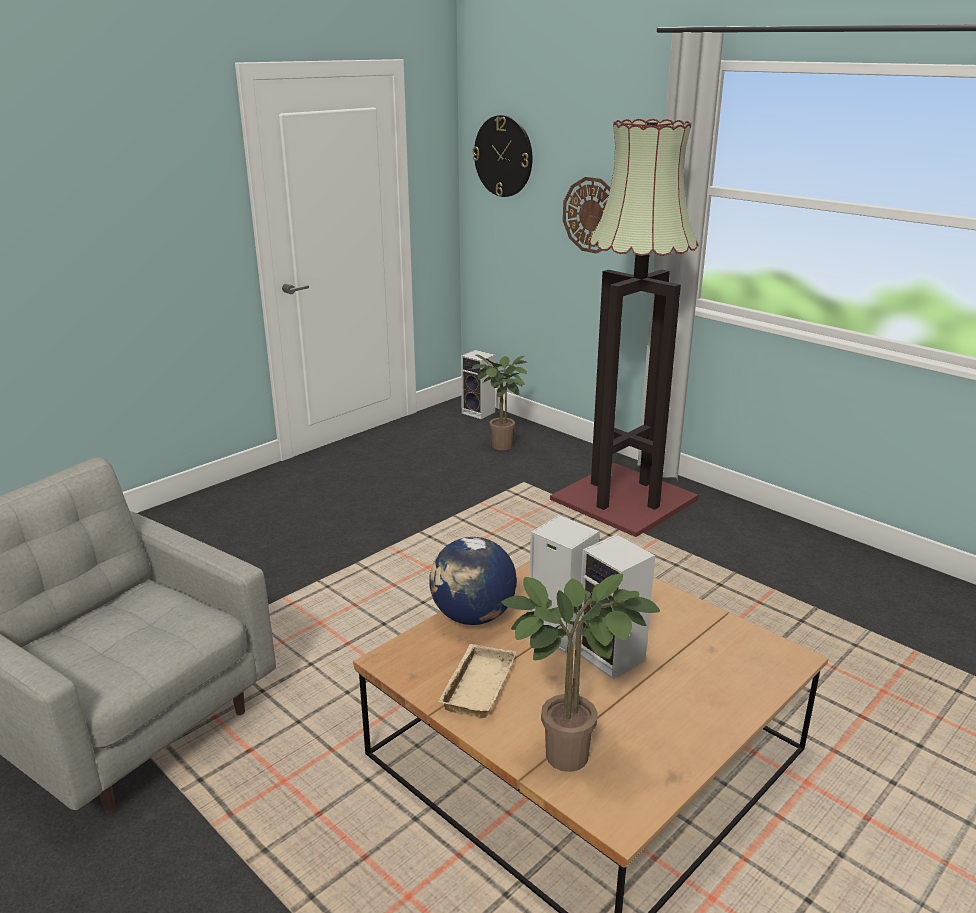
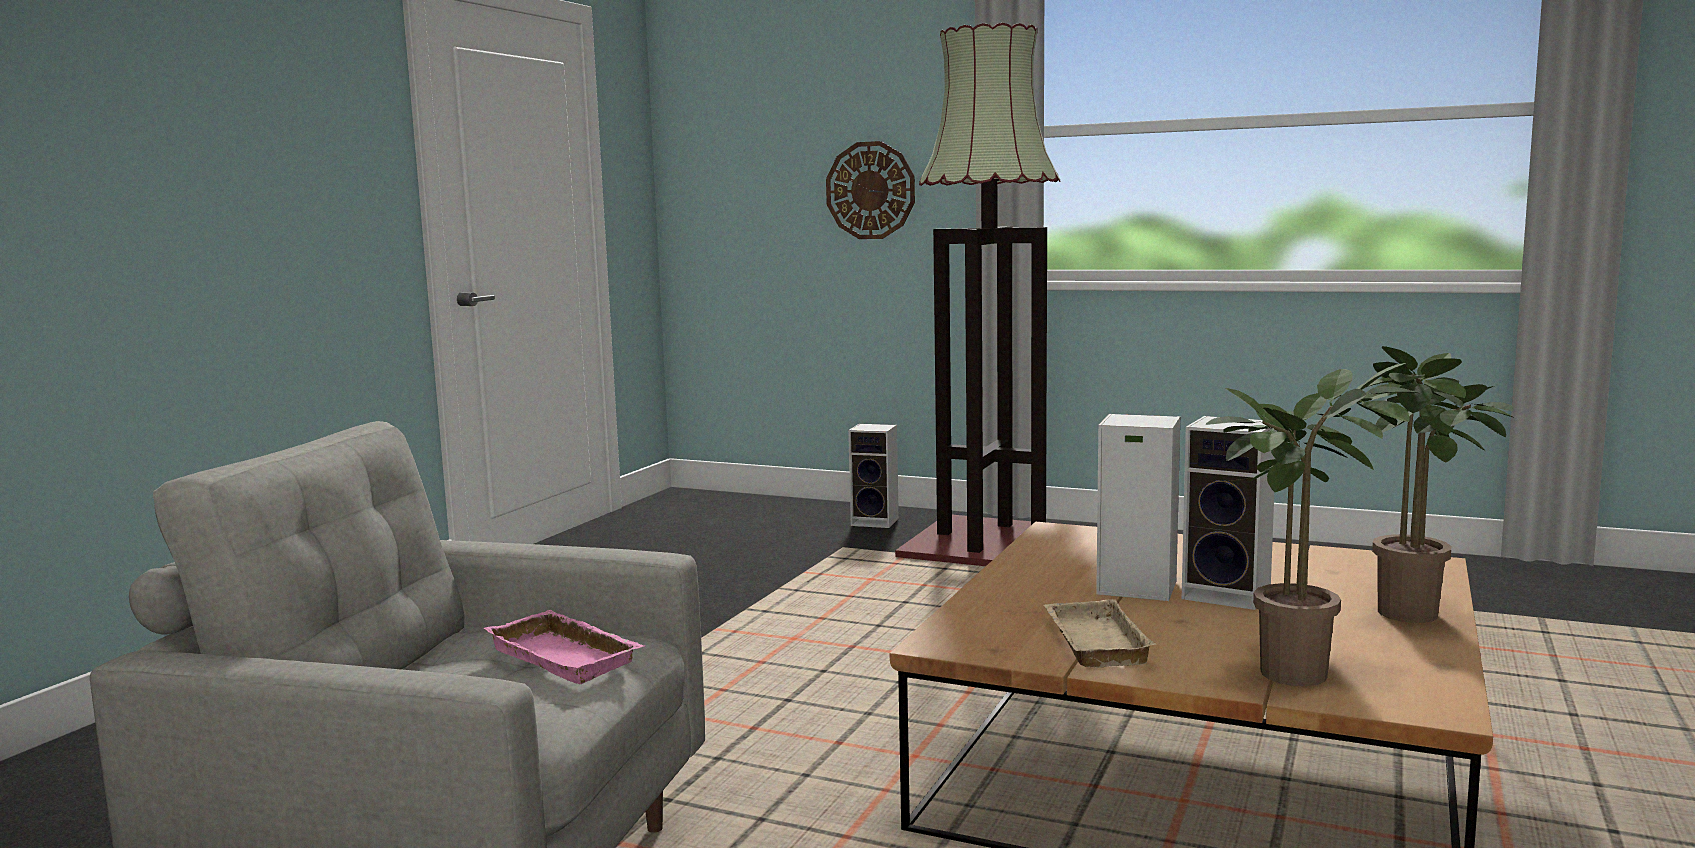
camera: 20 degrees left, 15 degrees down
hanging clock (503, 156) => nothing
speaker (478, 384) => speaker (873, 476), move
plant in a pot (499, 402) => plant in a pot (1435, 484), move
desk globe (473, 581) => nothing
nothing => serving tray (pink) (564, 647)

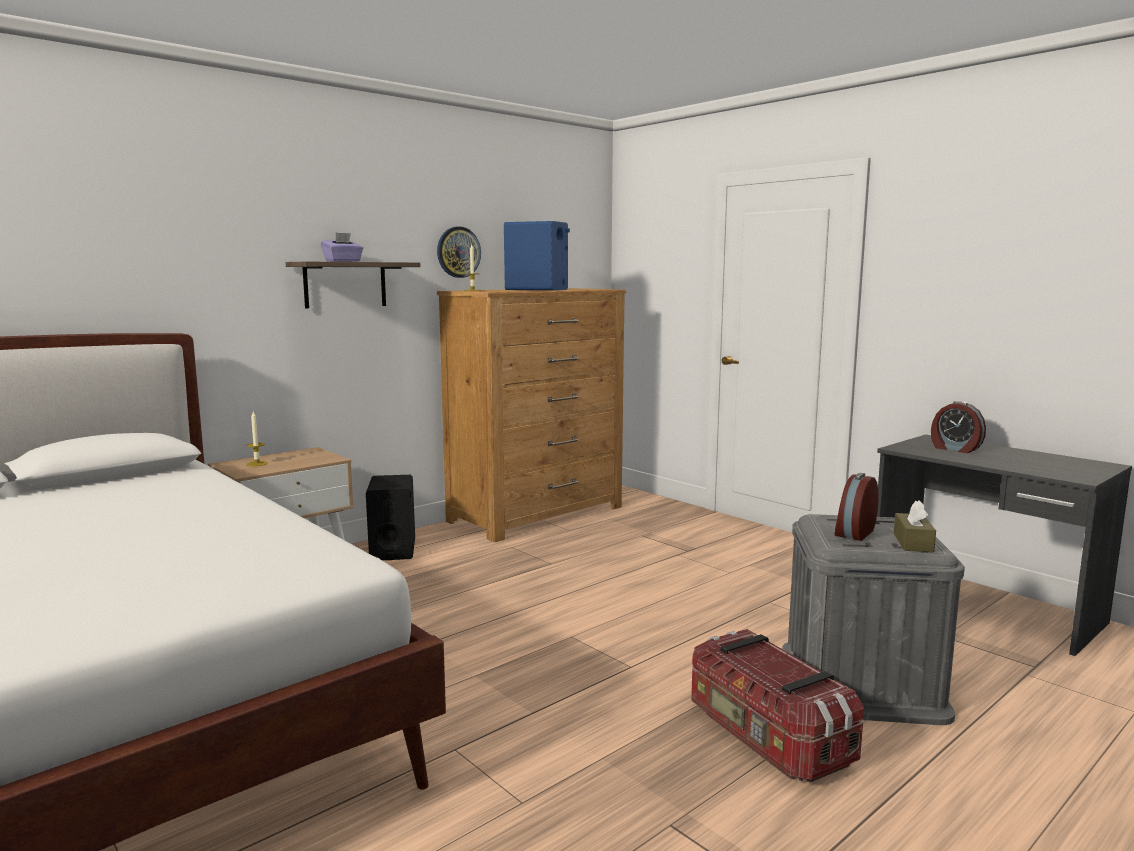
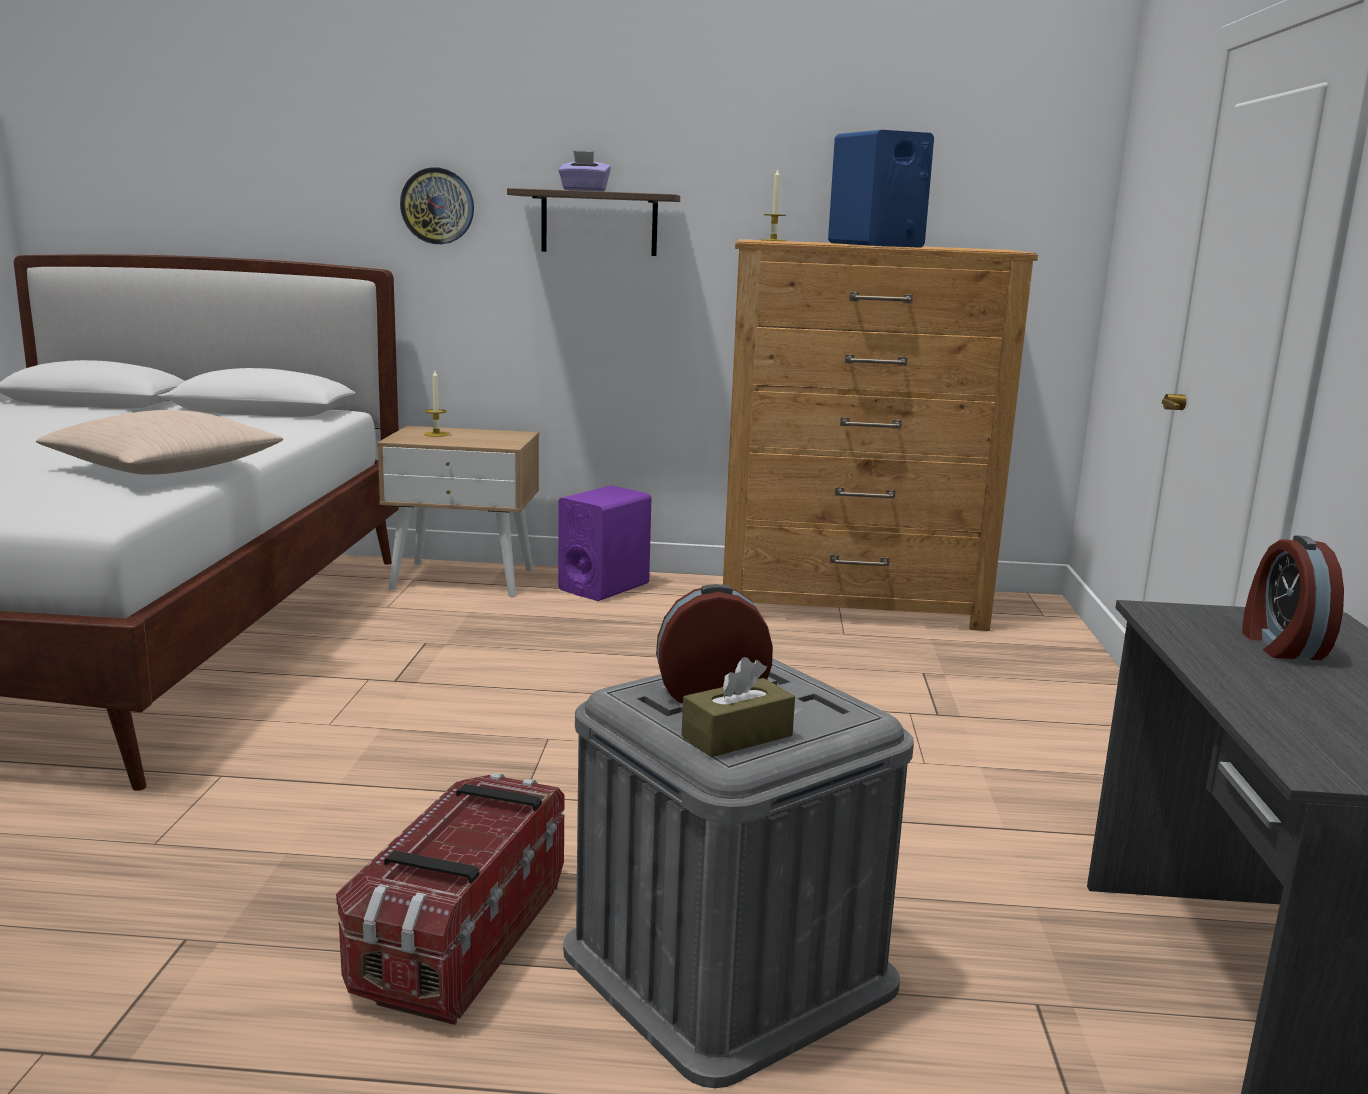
camera: 45 degrees right, 5 degrees up
hanging clock (459, 252) => hanging clock (437, 205), move
speaker (black-coloured) (390, 517) => speaker (purplish) (604, 543)
nothing => cushion (sand-coloured) (159, 442)

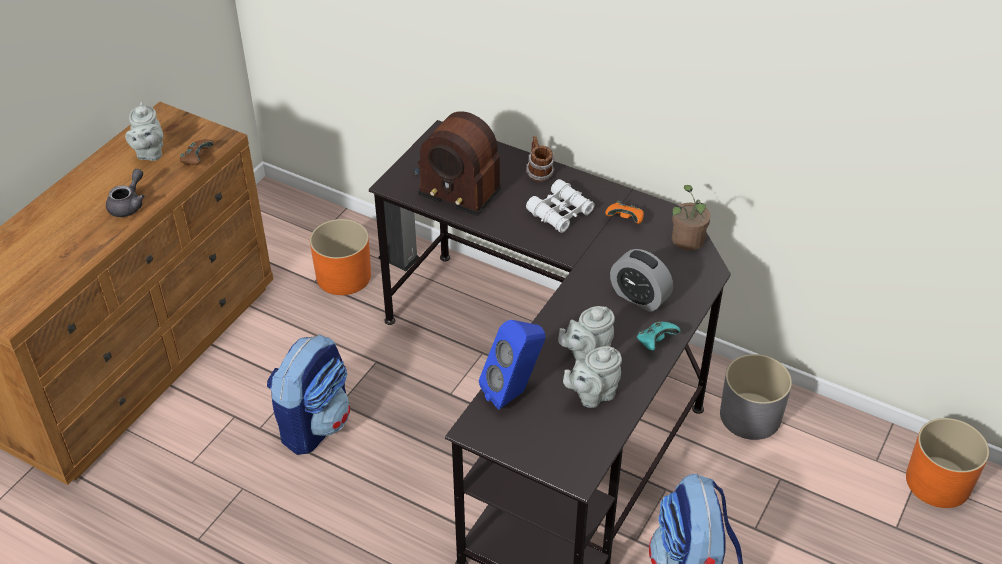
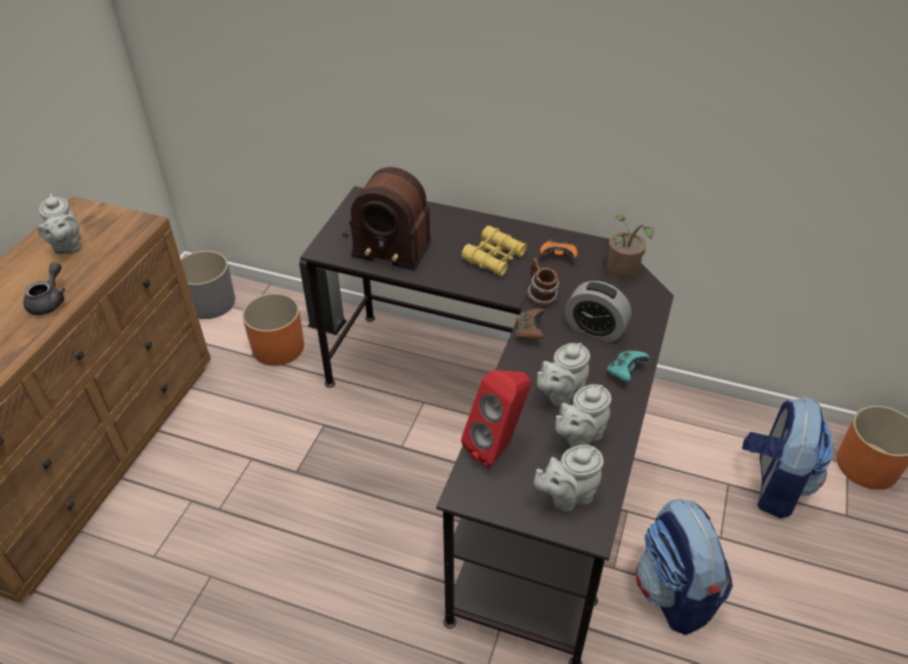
camera: 10 degrees left, 0 degrees up
tea mug (540, 159) => tea mug (543, 282), move
game controller (brownish) (197, 152) => game controller (brownish) (529, 324), move
pair of binoculars (white) (560, 206) => pair of binoculars (yellow-coloured) (494, 251)
speaker (blue) (512, 365) => speaker (red) (496, 419)
knapsack (308, 394) => knapsack (787, 457), move
planter (grey) (756, 397) => planter (grey) (208, 285), move
nothing => pot for tea (grey) (569, 478)

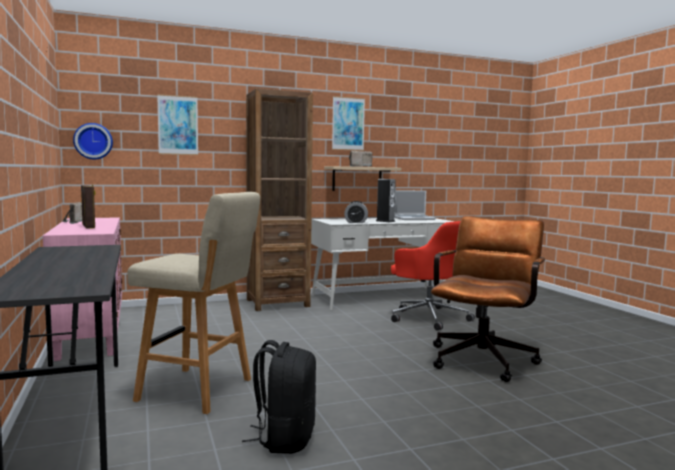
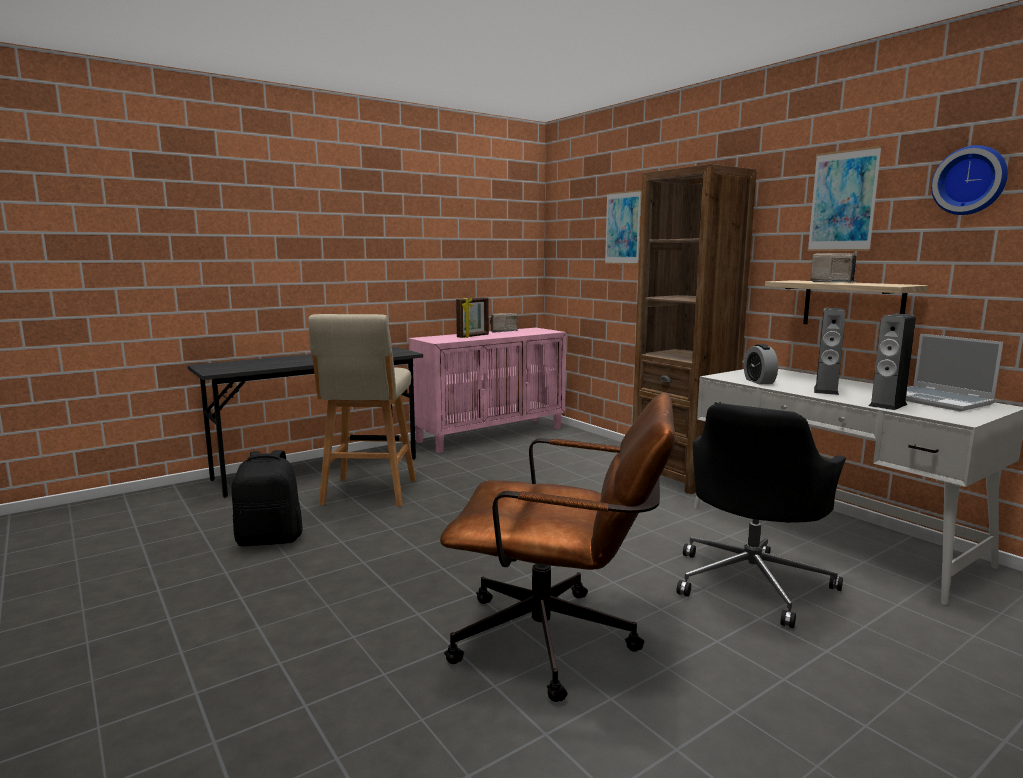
camera: 75 degrees right, 5 degrees up
hanging clock (93, 141) => hanging clock (969, 180), move
computer chair (red) (433, 275) => computer chair (black-coloured) (761, 515)
nothing => speaker (892, 362)

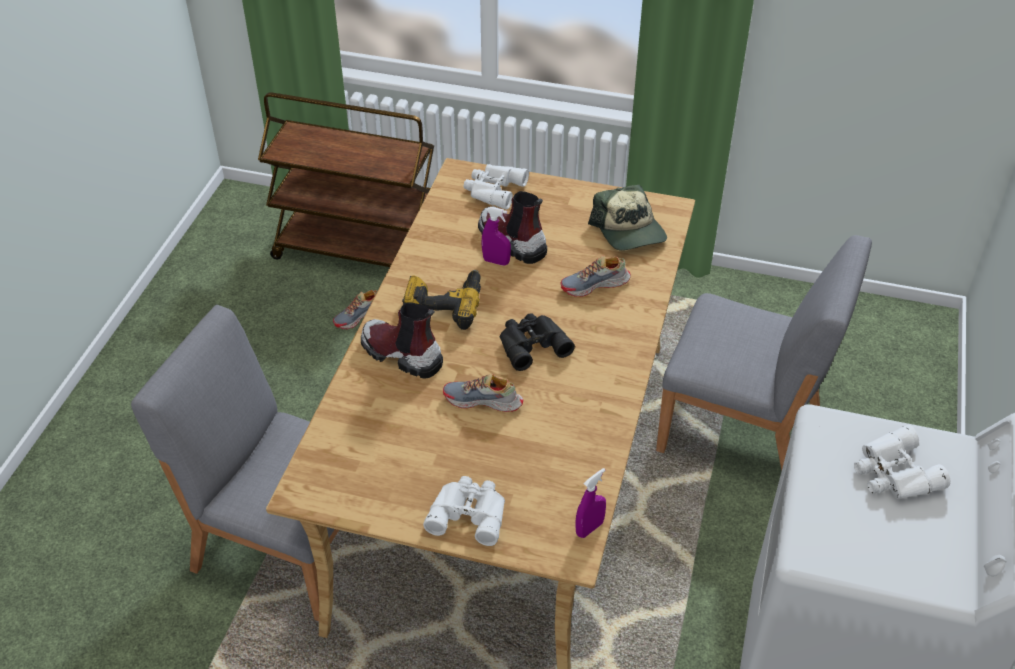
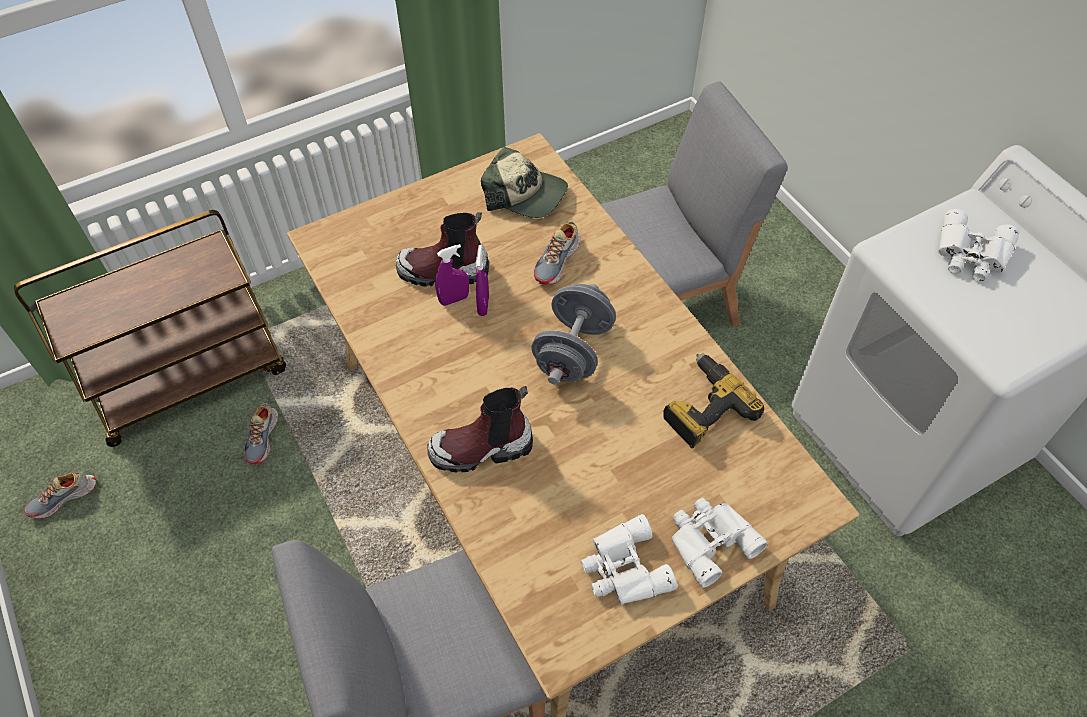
camera: 45 degrees left, 10 degrees up
pair of binoculars (white) (496, 186) => pair of binoculars (white) (629, 559), move
electric drill (441, 300) => electric drill (713, 400), move
pair of binoculars (black-coloured) (537, 342) => dumbbell (grey) (573, 334)
item of footwear (483, 393) => item of footwear (60, 495), move
spray bottle (purplish) (591, 503) => spray bottle (purplish) (482, 280), move

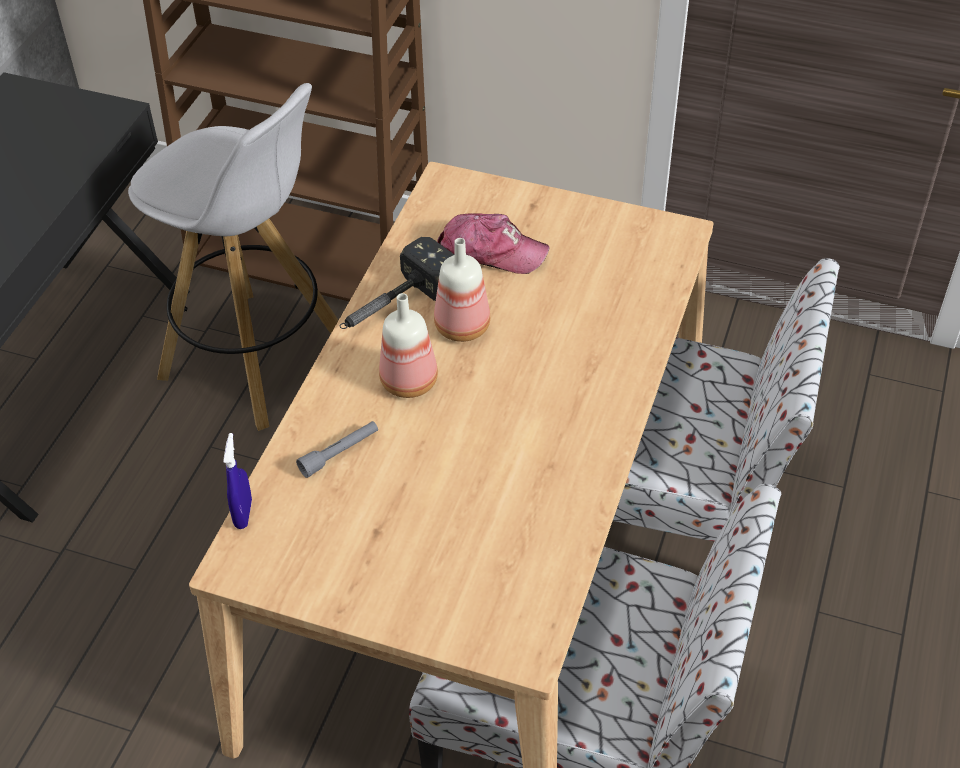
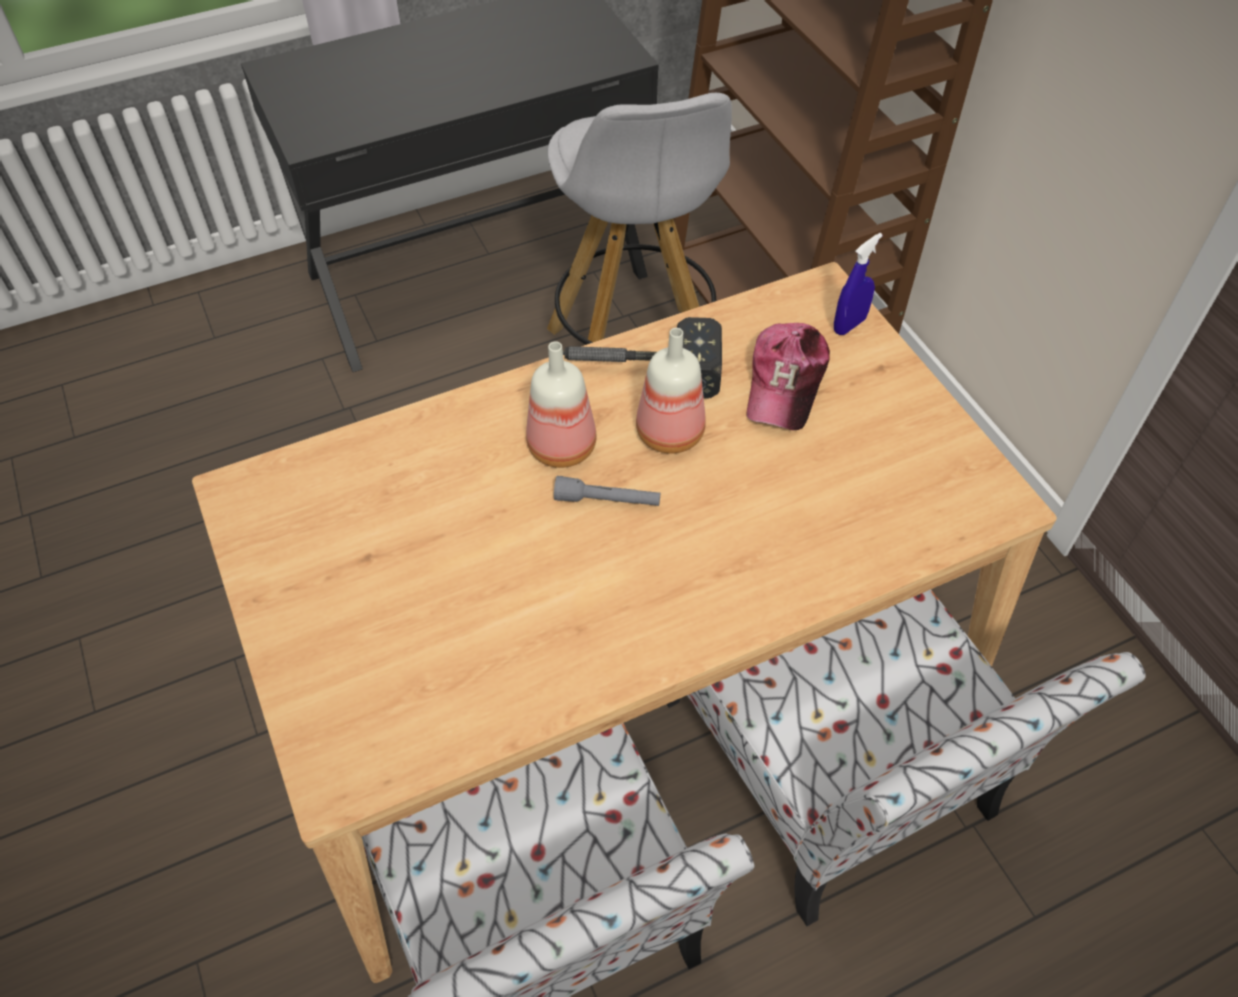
camera: 45 degrees right, 5 degrees up
cap (493, 243) => cap (788, 376), 45 degrees clockwise
torch (grey) (337, 449) => torch (grey) (607, 491), move
spray bottle (blue) (237, 481) => spray bottle (blue) (858, 284), move

